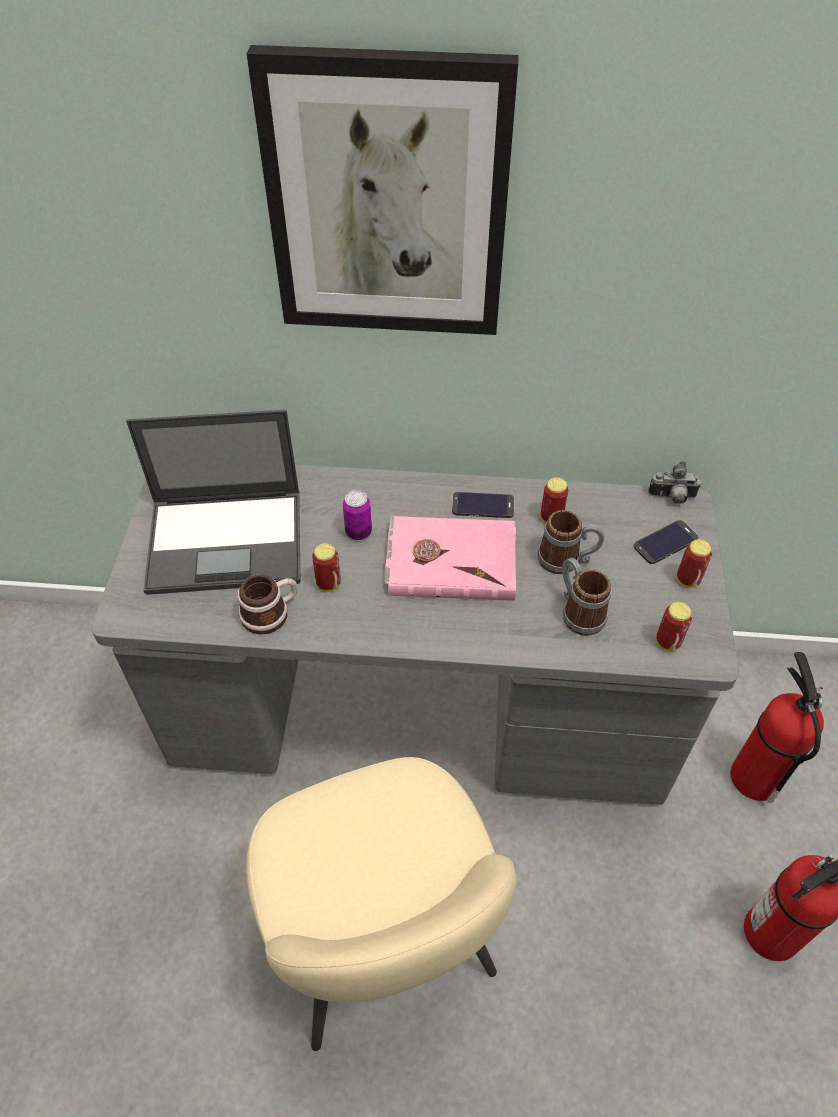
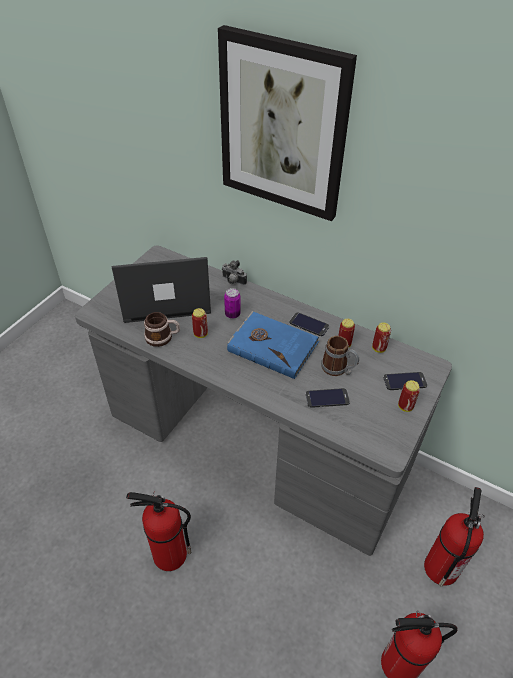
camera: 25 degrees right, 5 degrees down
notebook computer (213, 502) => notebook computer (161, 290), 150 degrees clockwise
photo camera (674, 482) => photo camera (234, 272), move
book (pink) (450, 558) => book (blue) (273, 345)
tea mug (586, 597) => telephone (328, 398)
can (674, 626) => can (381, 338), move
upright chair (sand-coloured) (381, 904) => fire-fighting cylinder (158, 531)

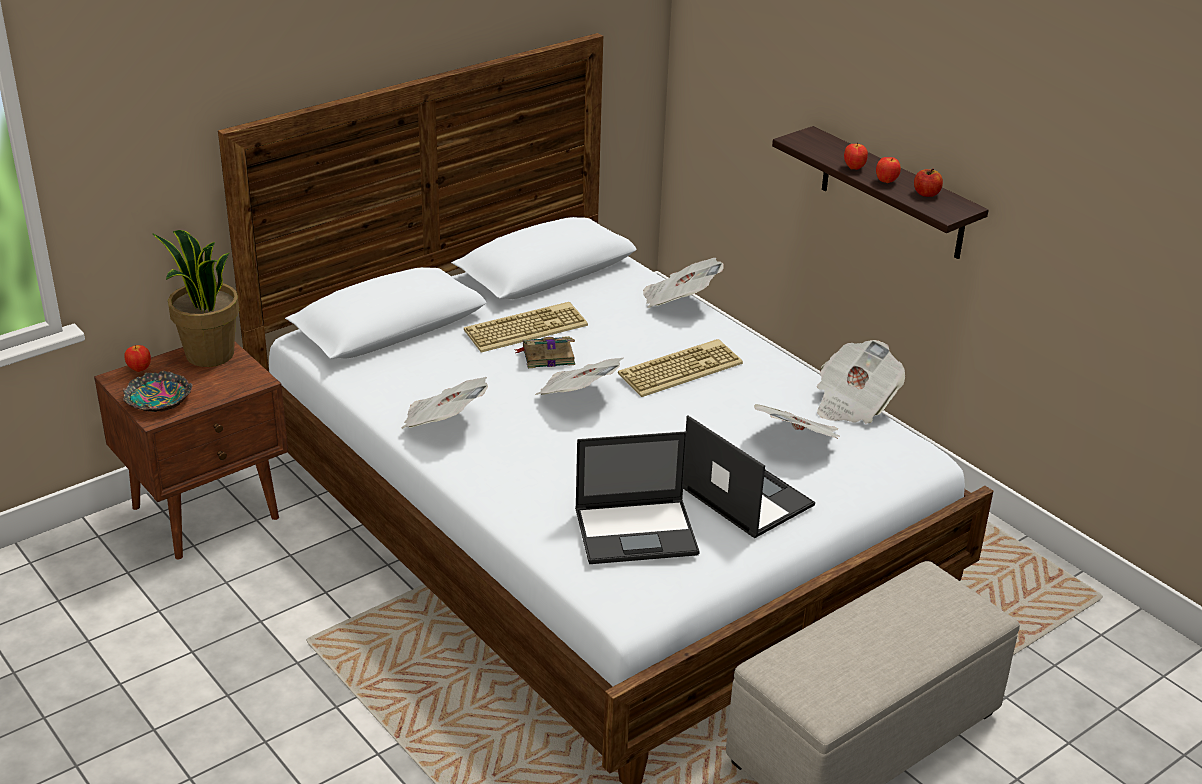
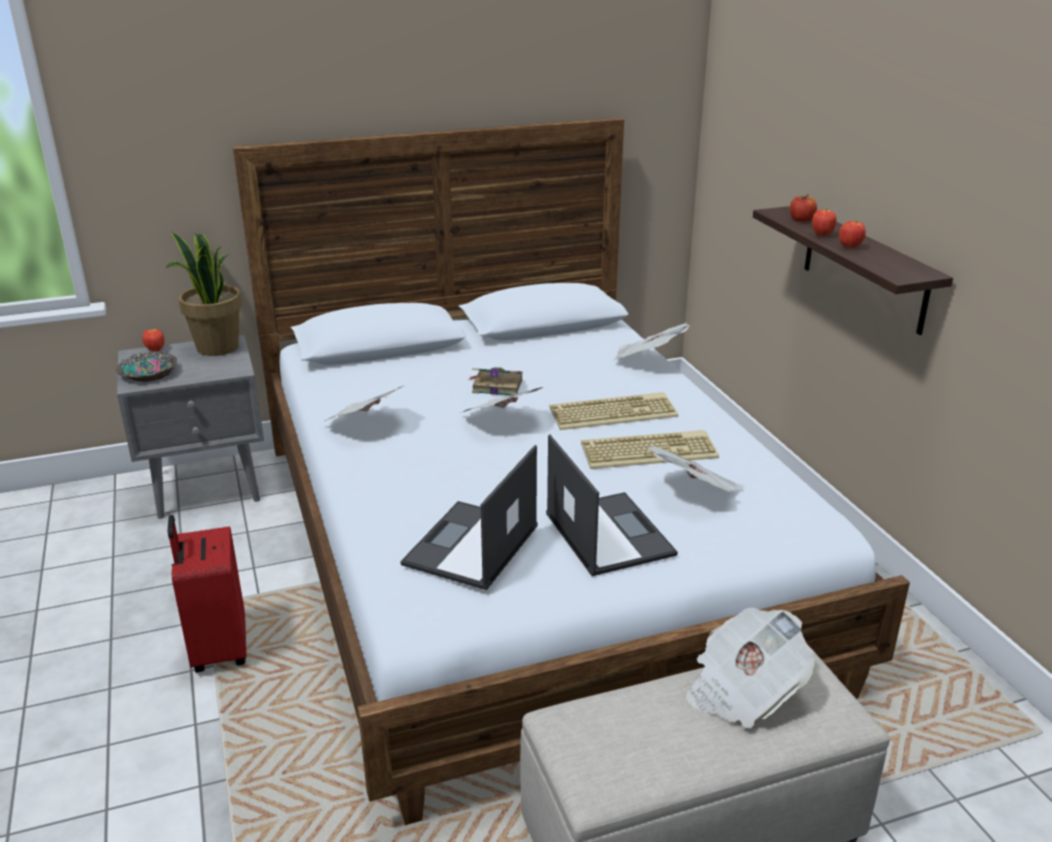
camera: 20 degrees right, 5 degrees down
whole apple (928, 182) => whole apple (803, 208), move
PC keyboard (526, 327) => PC keyboard (650, 449), move
daily paper (861, 382) => daily paper (750, 668), move
bedside table (brownish) (191, 450) => bedside table (grey) (190, 427)
notebook computer (637, 497) => notebook computer (469, 517), 105 degrees clockwise
nothing => piece of luggage (red) (207, 594)

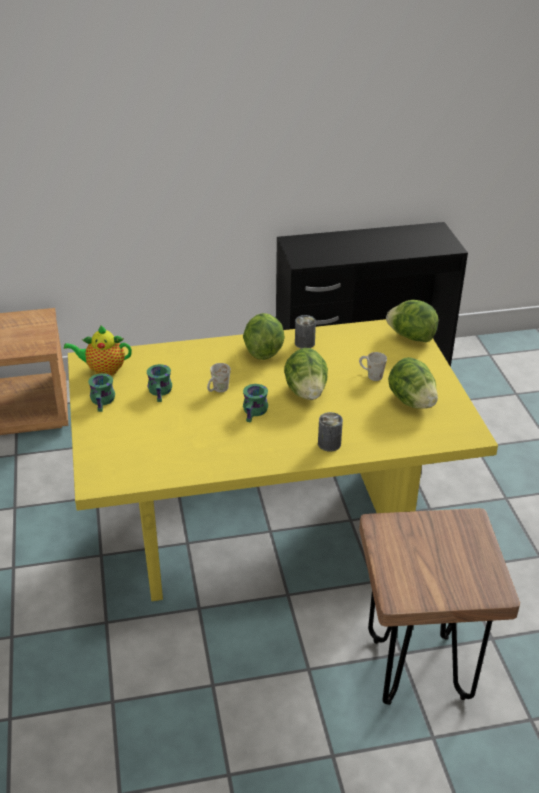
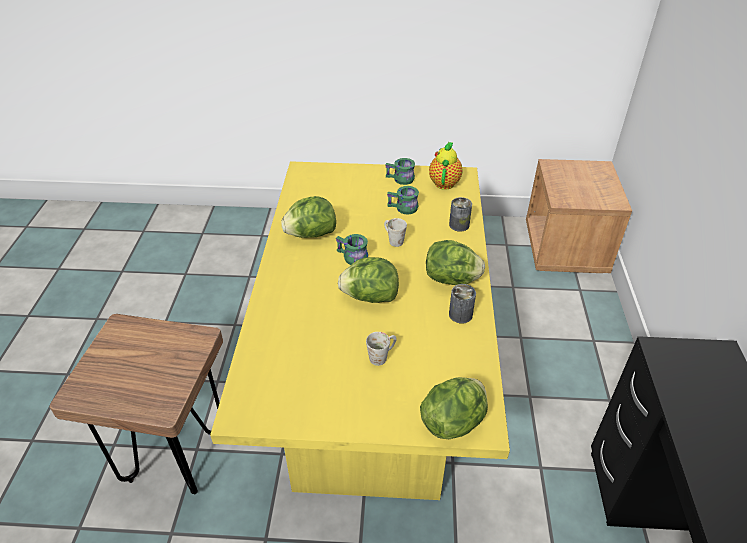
camera: 105 degrees right, 5 degrees up
lettuce (413, 383) => lettuce (308, 217), move
can (330, 432) => can (460, 214), move

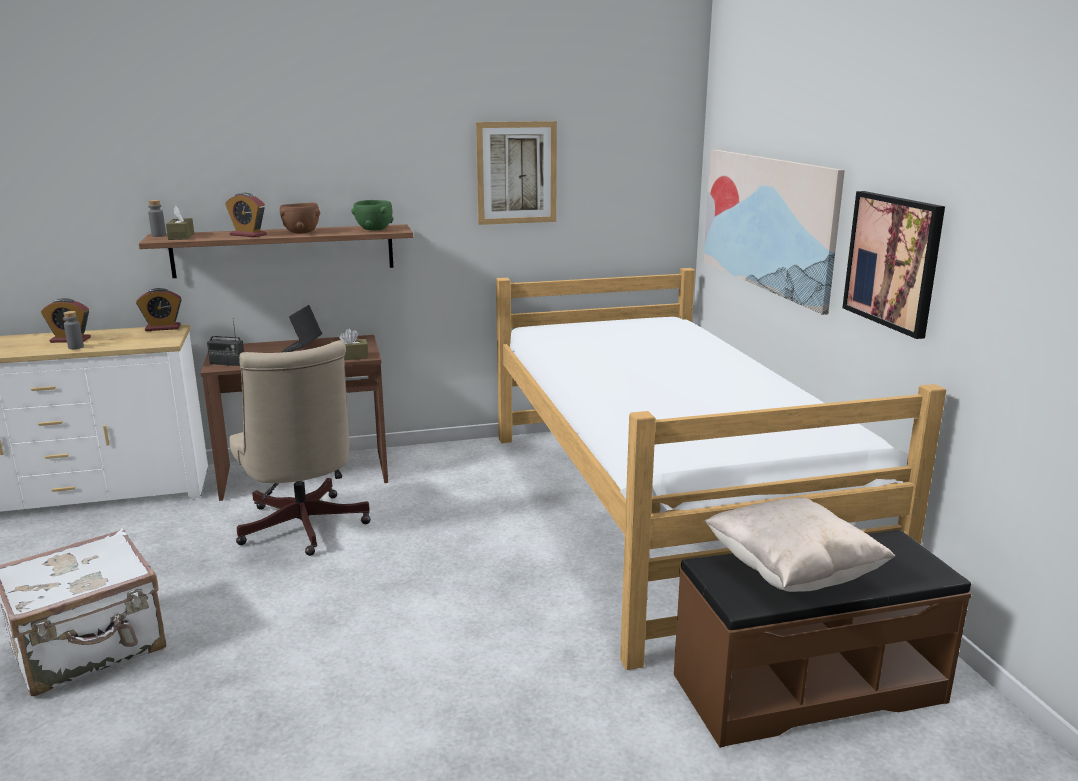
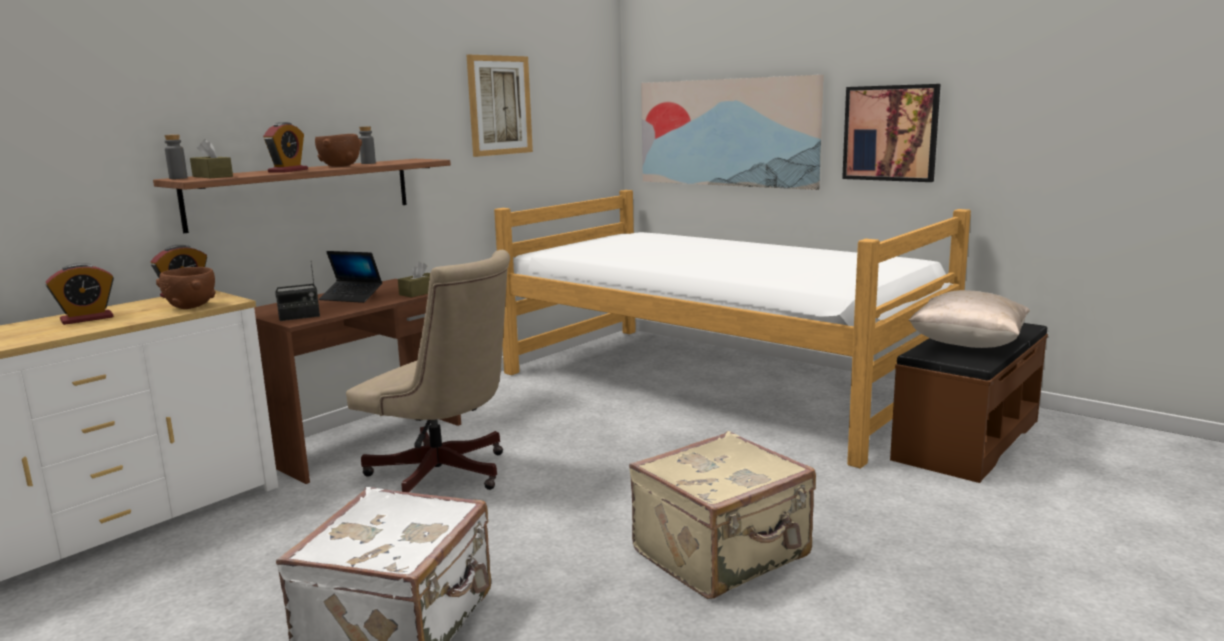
camera: 35 degrees left, 5 degrees down
table clock (246, 215) => table clock (285, 147), 60 degrees counterclockwise
bowl (green-coloured) (372, 215) => nothing
notebook computer (301, 329) => notebook computer (350, 277), 45 degrees counterclockwise
drink bottle (grey) (73, 330) => drink bottle (grey) (367, 145), move
nothing => bowl (brownish) (186, 288)
nothing => piece of luggage (sand-coloured) (722, 515)

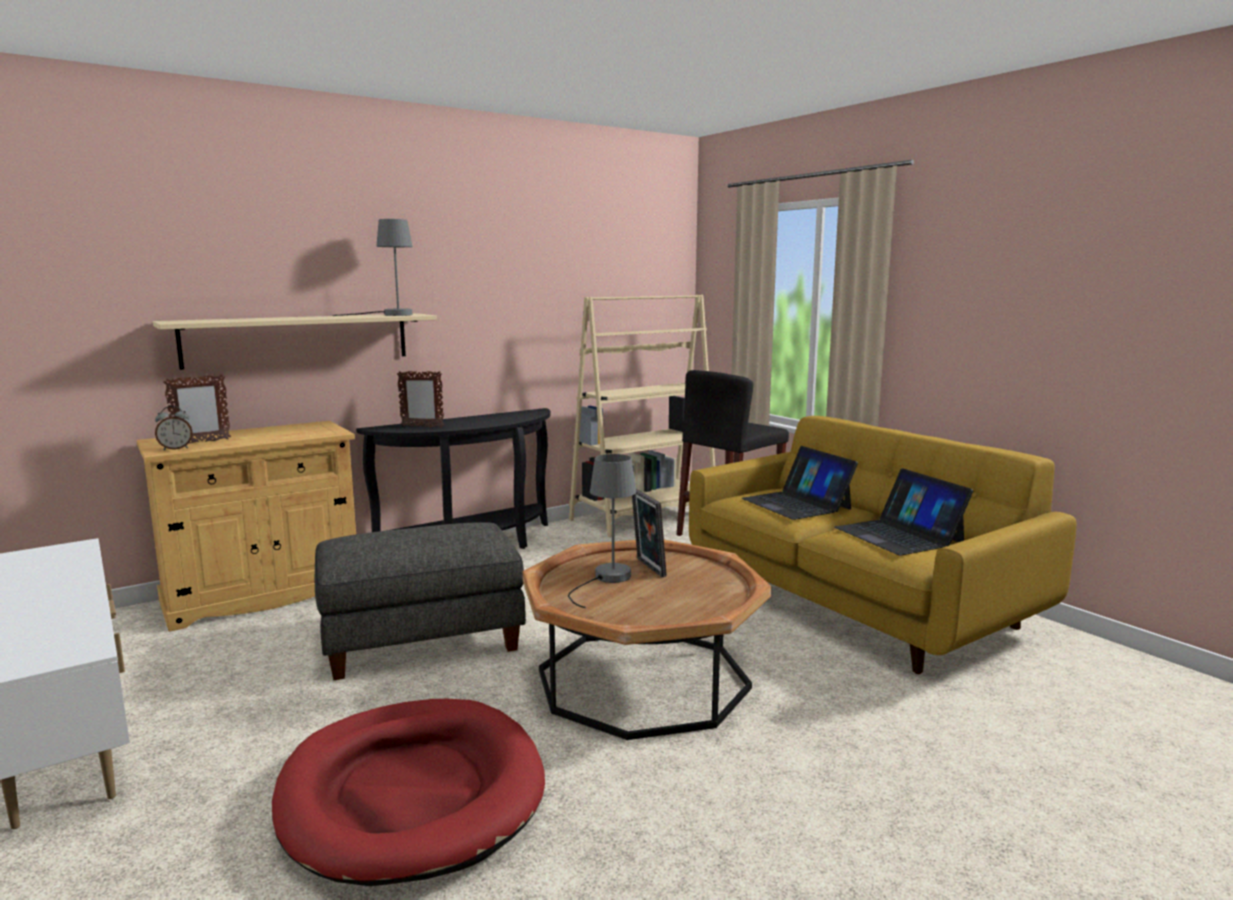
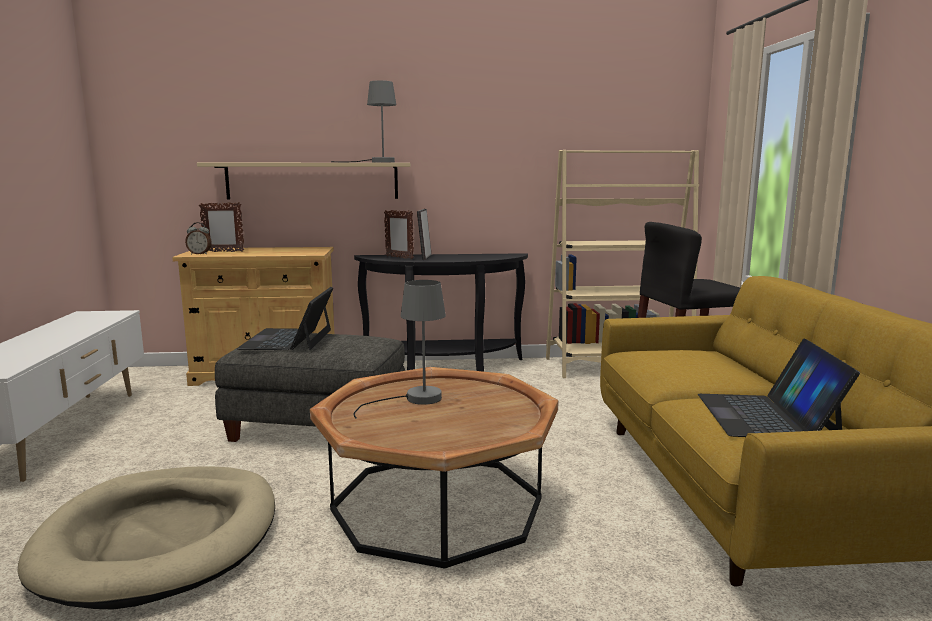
camera: 30 degrees right, 0 degrees up
notebook computer (799, 483) => notebook computer (285, 318), move
picture frame (649, 533) => picture frame (424, 234), move
dog cushion (red) (408, 792) => dog cushion (sand-coloured) (146, 537)

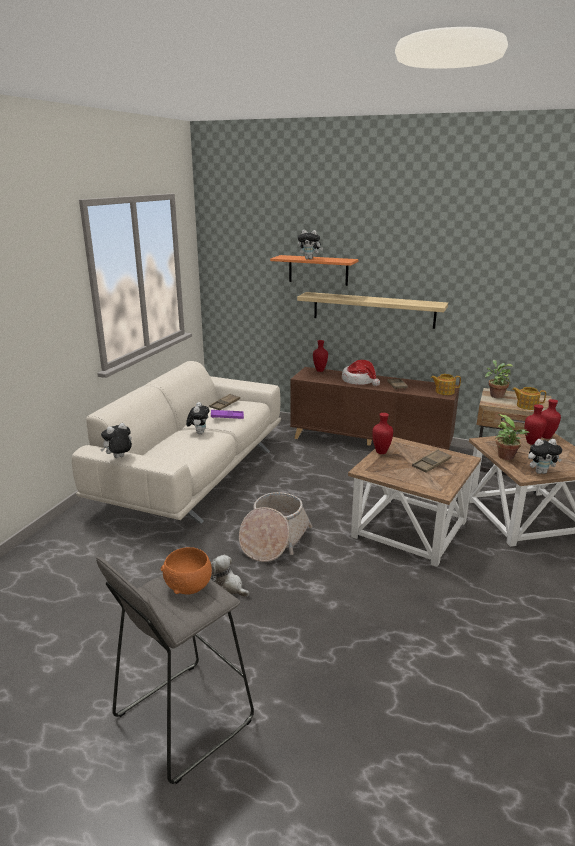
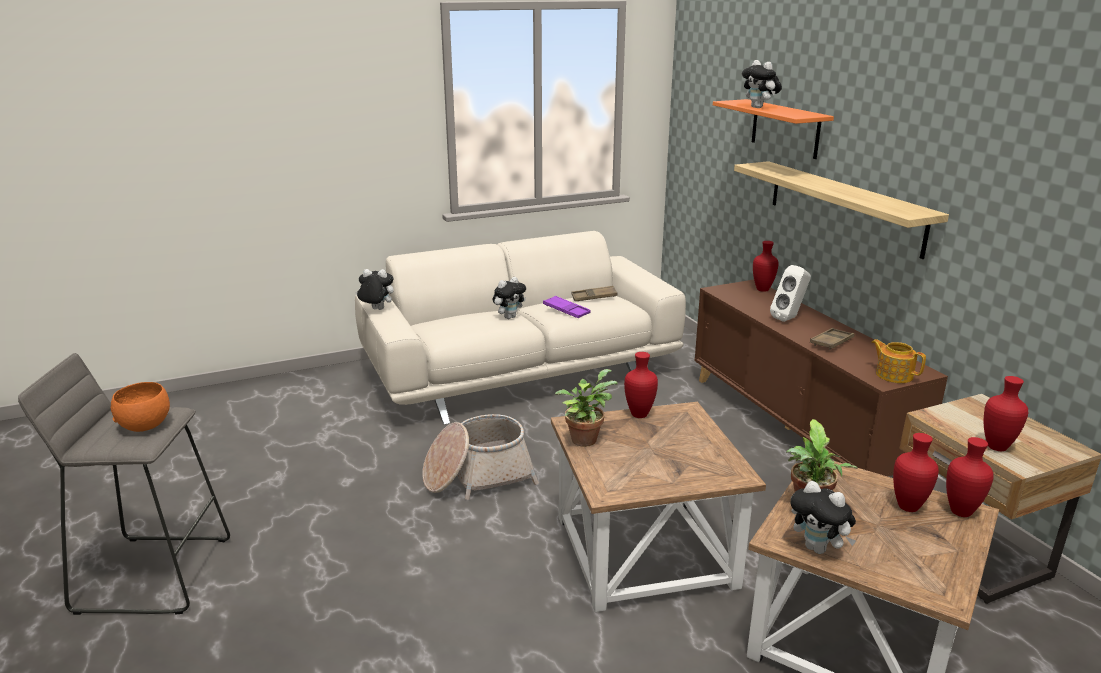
camera: 45 degrees right, 0 degrees up
hat (361, 373) => speaker (white) (790, 293)
plant in a pot (499, 379) => plant in a pot (586, 408), move
pot for tea (529, 398) => decorative vase (red) (1006, 413)
serving tray (brownish) (432, 461) => nothing
soft toy (230, 576) => nothing

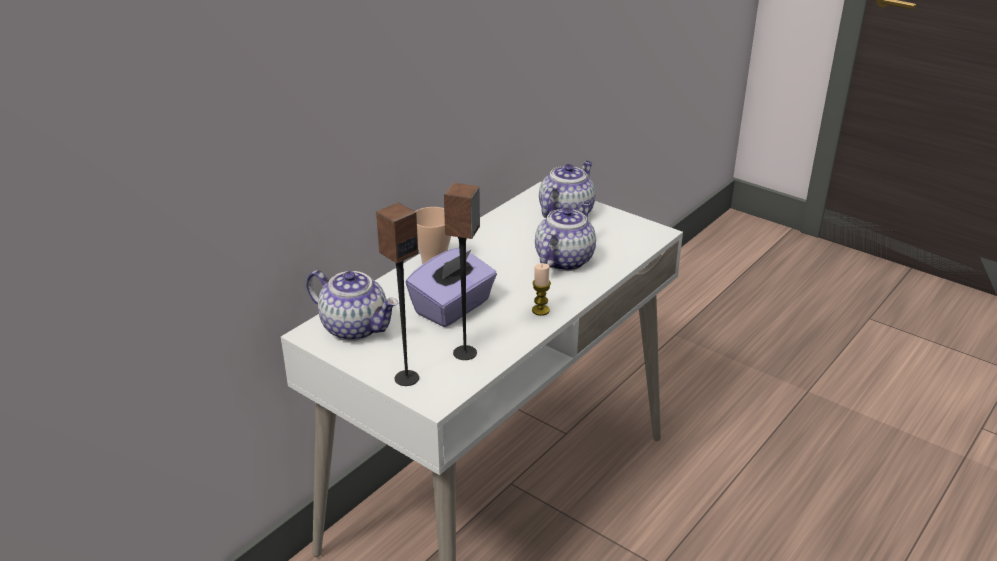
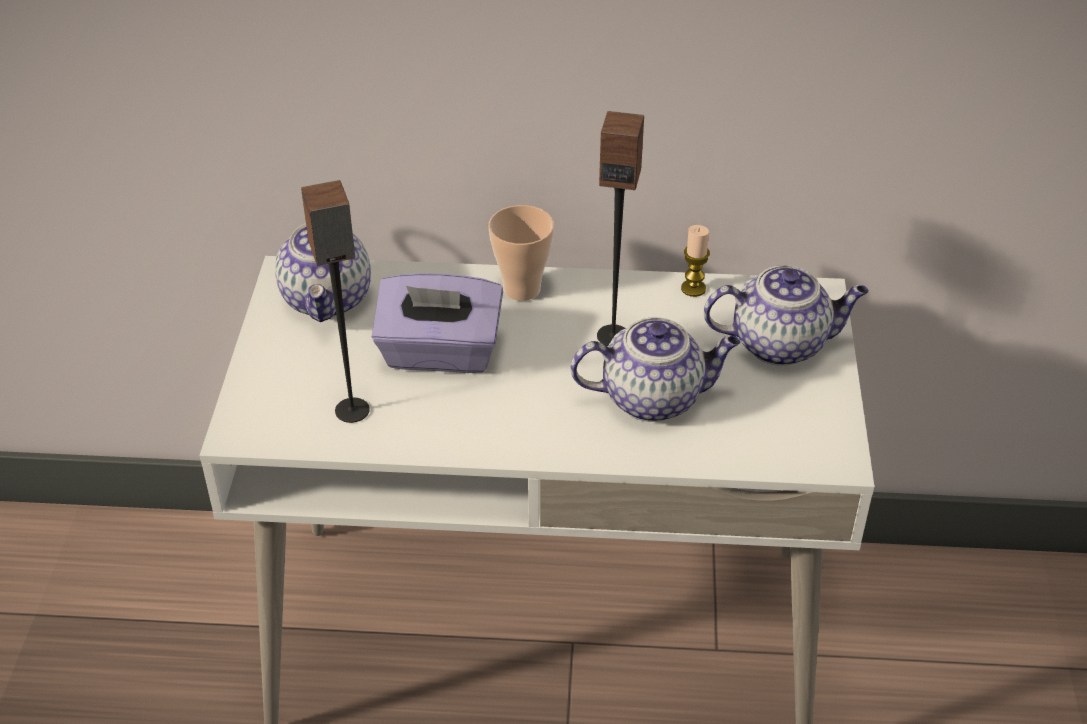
camera: 55 degrees right, 10 degrees up
speaker (397, 294) => speaker (620, 228), move
wax light (541, 289) => wax light (695, 261), move

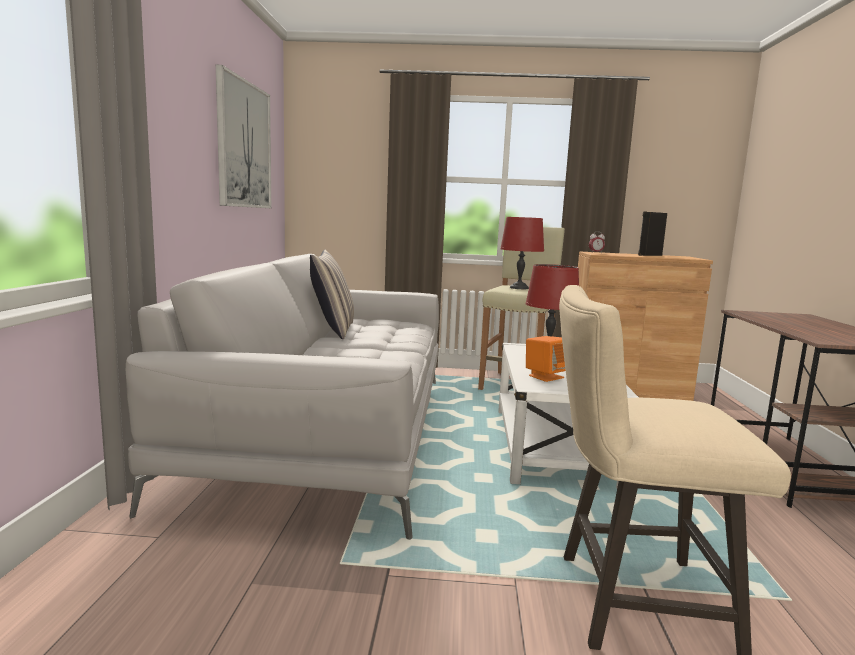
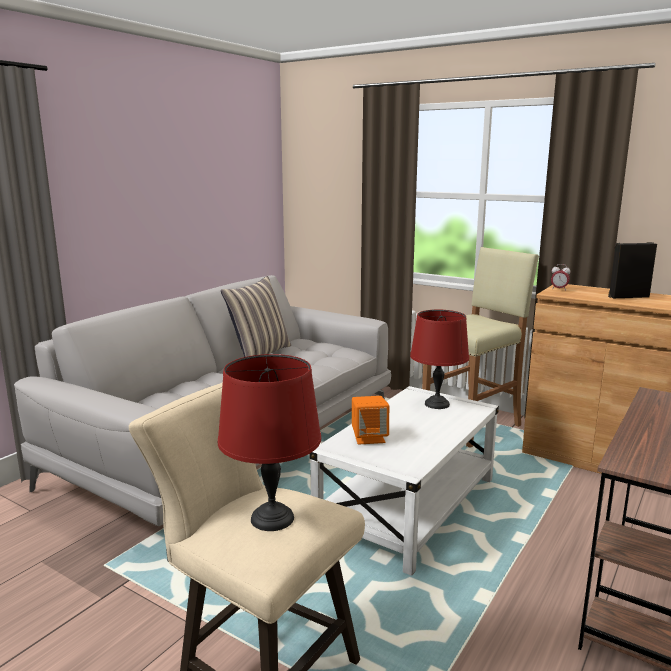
camera: 30 degrees right, 5 degrees up
picture (243, 136) => nothing
tabletop lamp (red) (522, 253) => tabletop lamp (red) (269, 442), move

